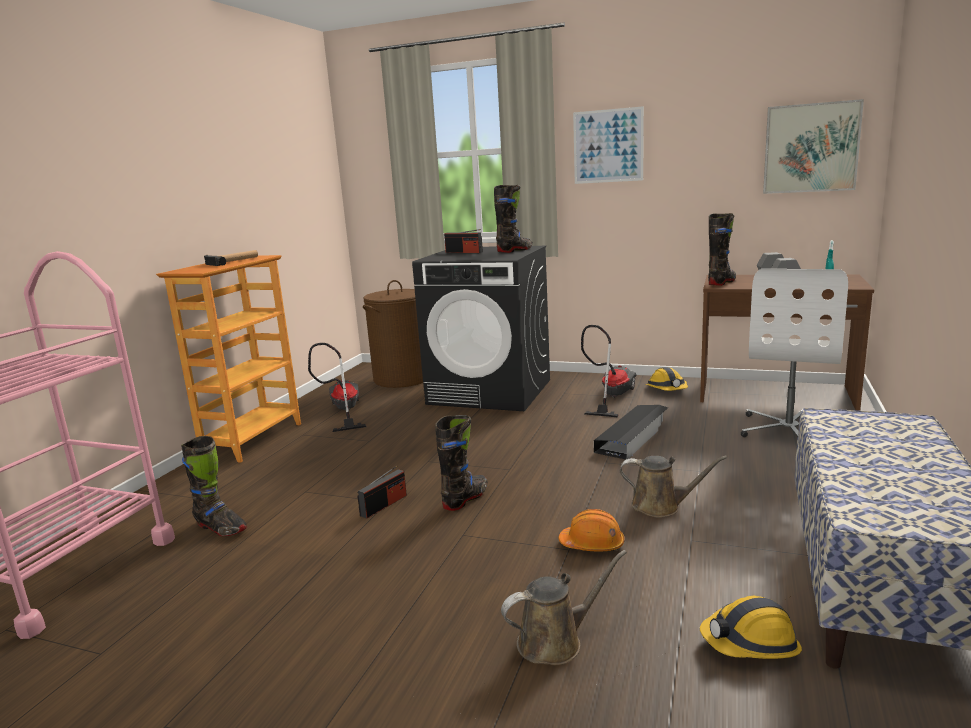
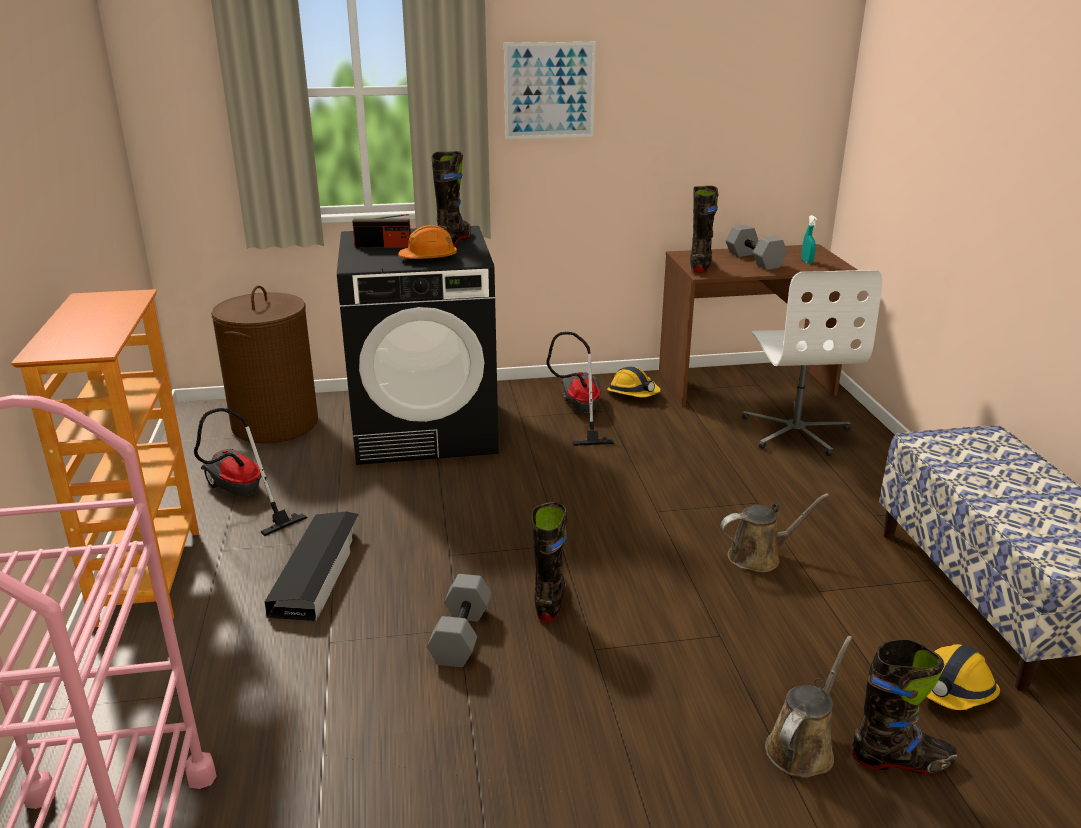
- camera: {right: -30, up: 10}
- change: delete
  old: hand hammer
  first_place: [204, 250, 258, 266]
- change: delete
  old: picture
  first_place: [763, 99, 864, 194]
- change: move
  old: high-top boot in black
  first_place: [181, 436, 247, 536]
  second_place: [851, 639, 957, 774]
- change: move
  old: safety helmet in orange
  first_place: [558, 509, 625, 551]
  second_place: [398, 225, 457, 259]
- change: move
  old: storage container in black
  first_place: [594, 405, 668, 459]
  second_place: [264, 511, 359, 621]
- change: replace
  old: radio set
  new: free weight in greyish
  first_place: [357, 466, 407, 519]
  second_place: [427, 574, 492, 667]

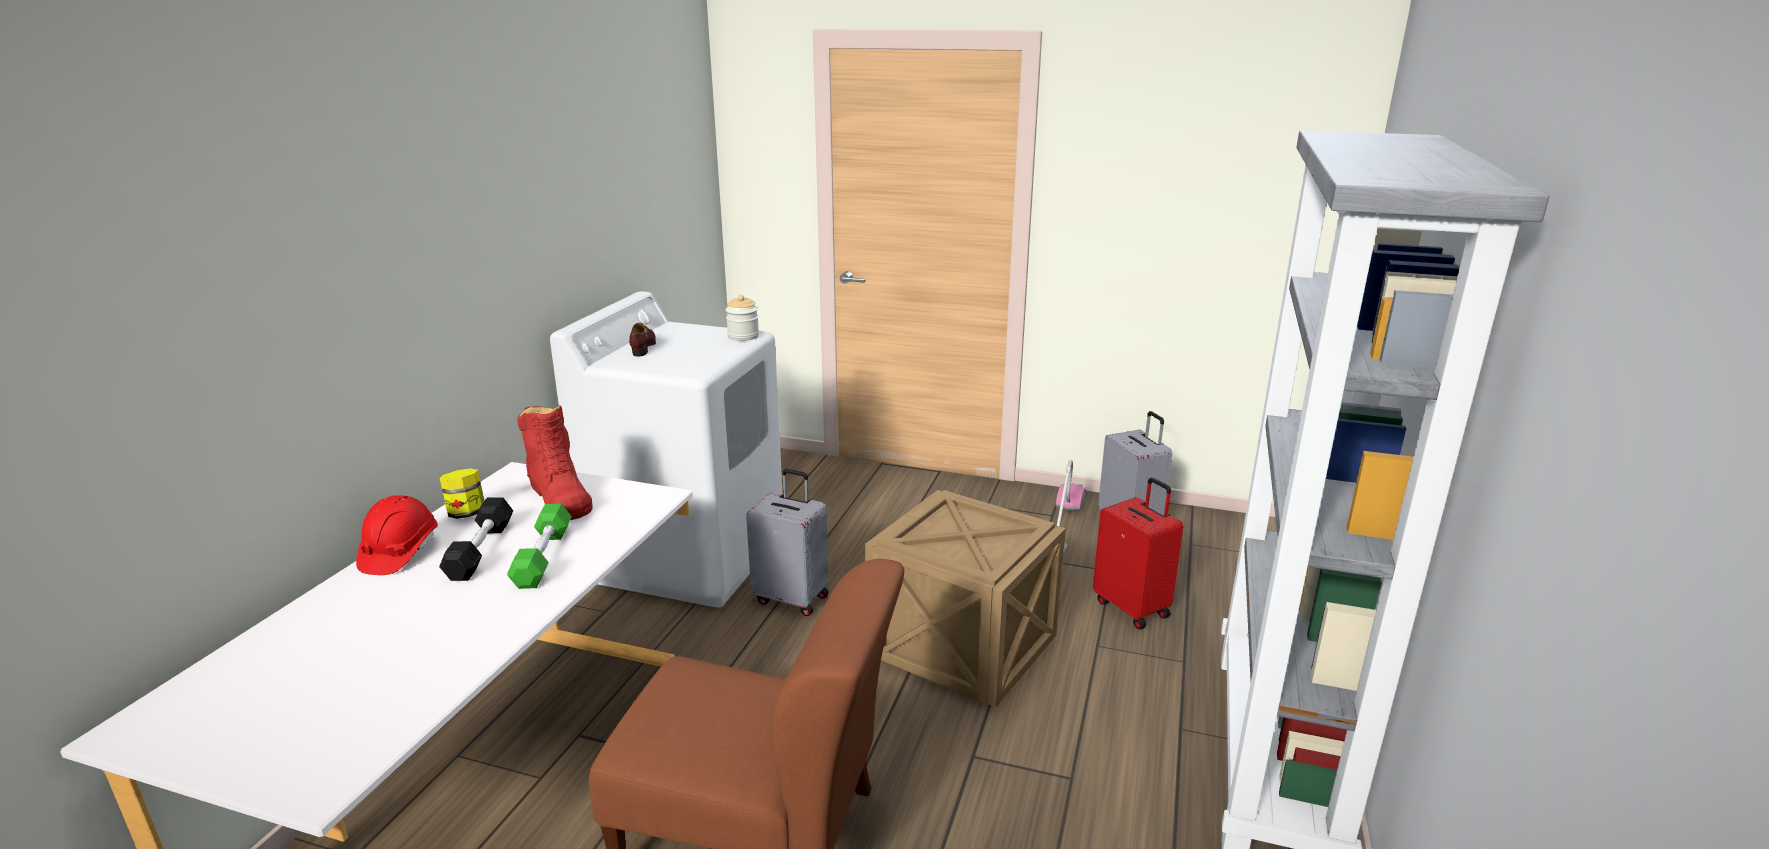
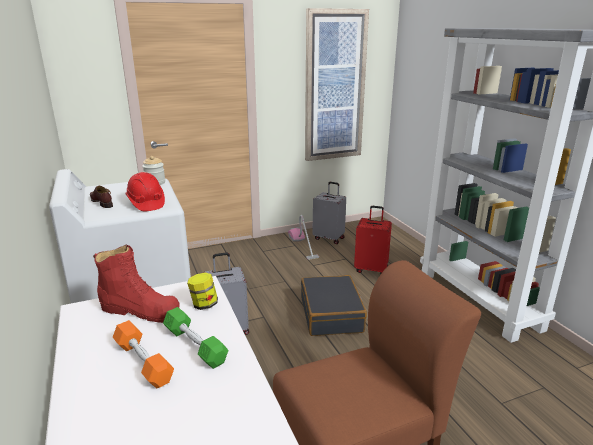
- camera: {right: -40, up: 0}
- change: insert
  new: picture
  second_place: [305, 8, 369, 161]
- change: move
  old: safety helmet in red
  first_place: [356, 495, 438, 575]
  second_place: [125, 172, 165, 211]
- change: move
  old: preserve jar
  first_place: [440, 468, 485, 519]
  second_place: [187, 273, 218, 310]
- change: replace
  old: crate
  new: travel case in black
  first_place: [865, 490, 1066, 707]
  second_place: [301, 275, 367, 336]
- change: recolor
  old: free weight in black
  new: free weight in orange
  first_place: [439, 497, 513, 581]
  second_place: [113, 320, 174, 388]

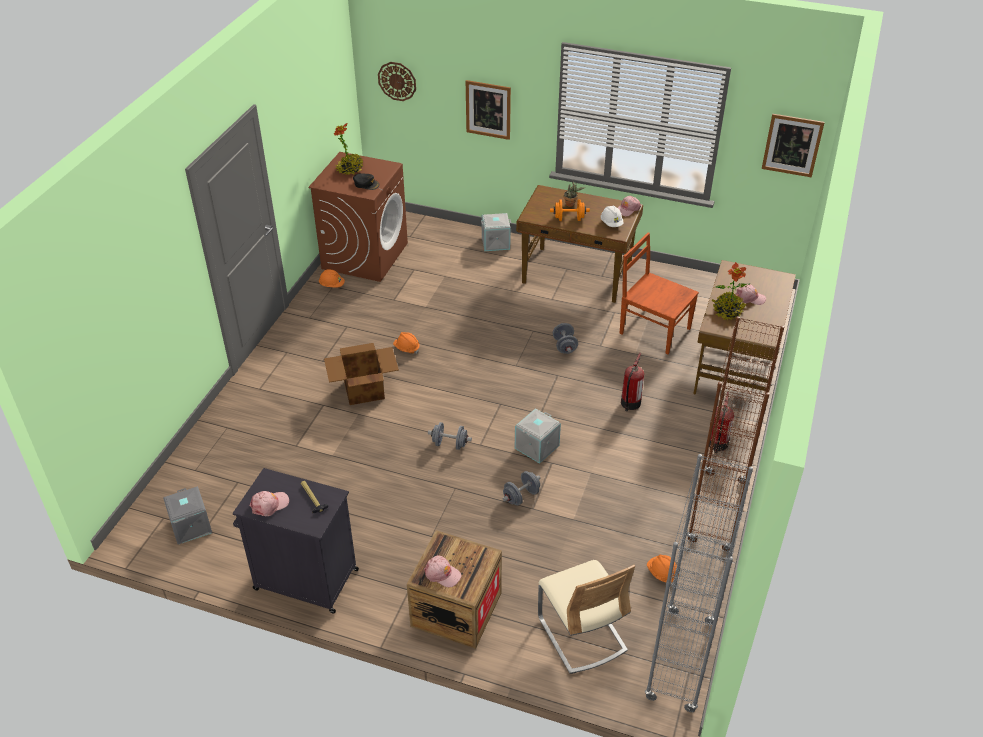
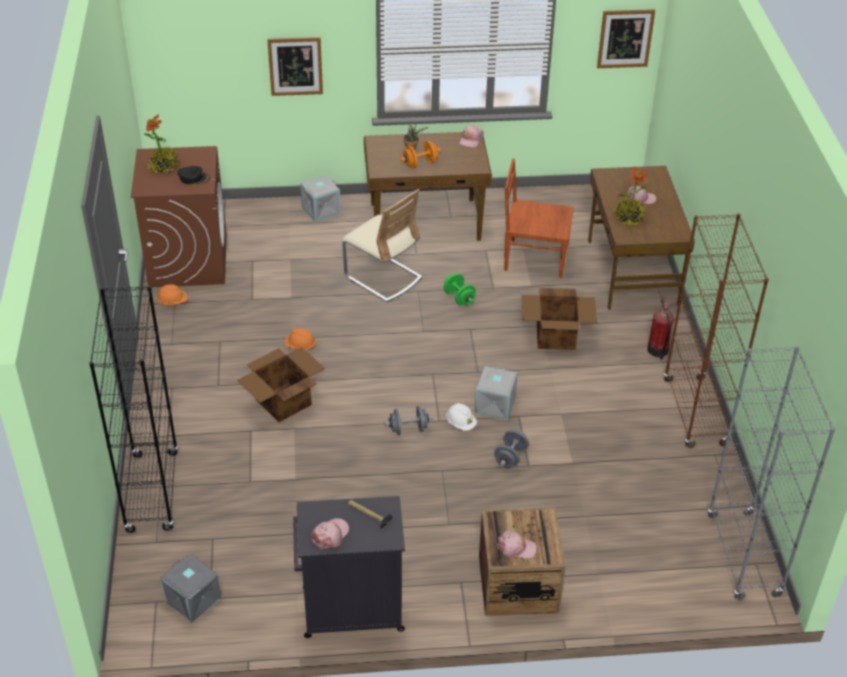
- camera: {right: -25, up: 0}
- change: delete
  old: clock on the wall
  first_place: [378, 62, 416, 101]
- change: delete
  old: safety helmet in orange
  first_place: [647, 555, 679, 583]
- change: insert
  new: bookcase in black
  second_place: [89, 285, 179, 533]
- change: move
  old: plain chair in beige
  first_place: [538, 560, 635, 674]
  second_place: [342, 189, 422, 302]
- change: move
  old: safety helmet in white
  first_place: [601, 205, 624, 227]
  second_place: [446, 403, 477, 431]
- change: replace
  old: fire-fighting cylinder
  new: cardboard box
  first_place: [621, 353, 644, 411]
  second_place: [522, 288, 597, 350]
- change: recolor
  old: free weight in greyish
  new: free weight in greenish
  first_place: [553, 323, 578, 354]
  second_place: [444, 273, 476, 306]

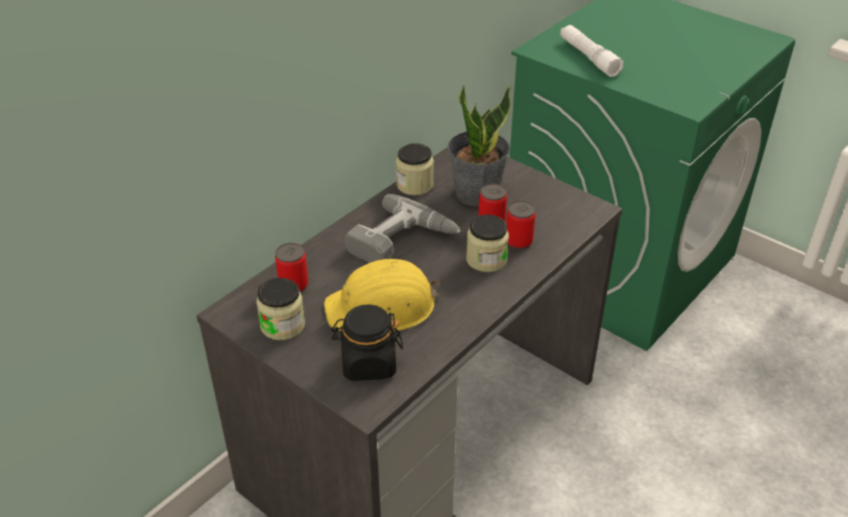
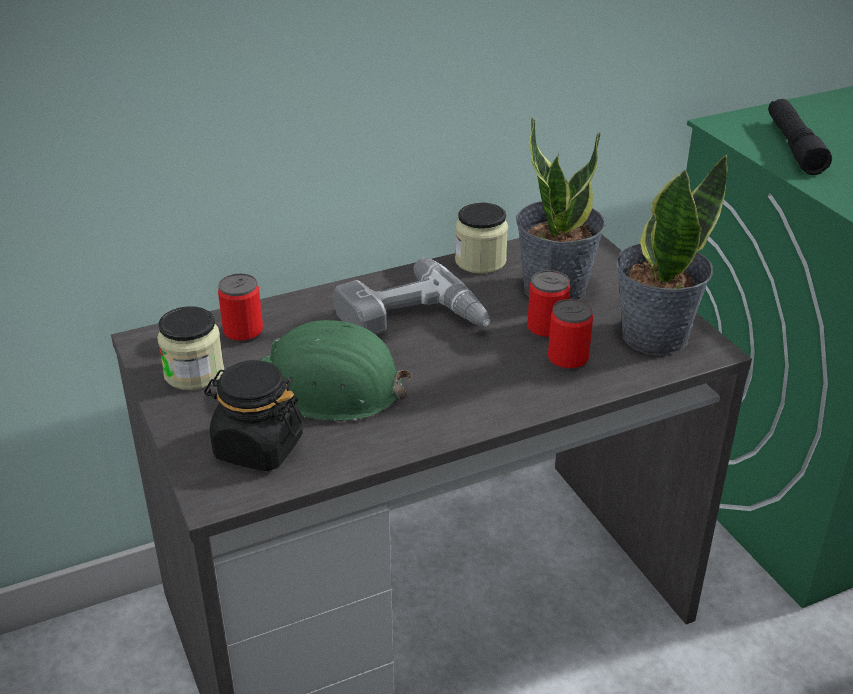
- camera: {right: 25, up: -5}
- change: delete
  old: preserve jar
  first_place: [466, 215, 509, 272]
- change: insert
  new: potted plant
  second_place: [617, 154, 728, 356]
- change: recolor
  old: safety helmet in yellow
  new: safety helmet in greenish
  first_place: [324, 259, 440, 332]
  second_place: [260, 320, 412, 421]
- change: recolor
  old: hand torch in white
  new: hand torch in black
  first_place: [560, 25, 624, 77]
  second_place: [768, 99, 832, 175]

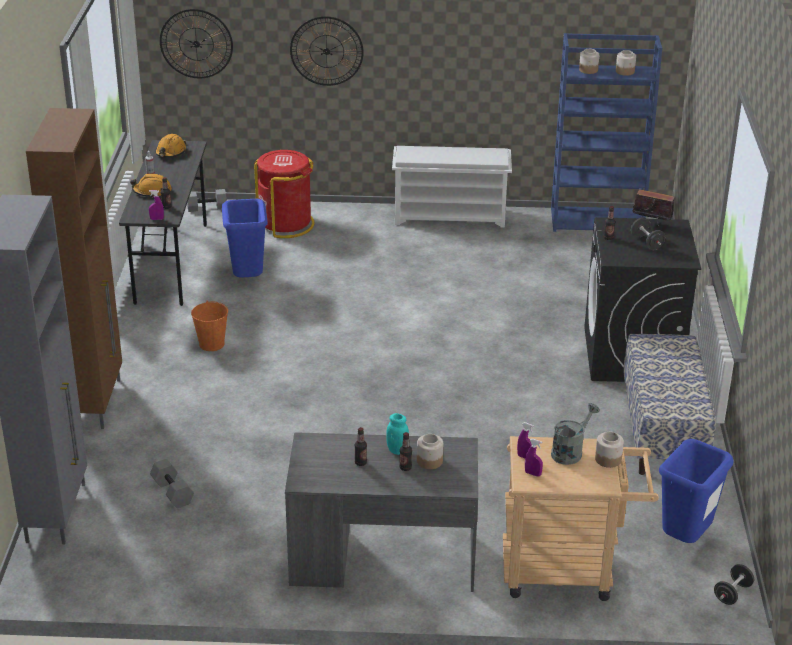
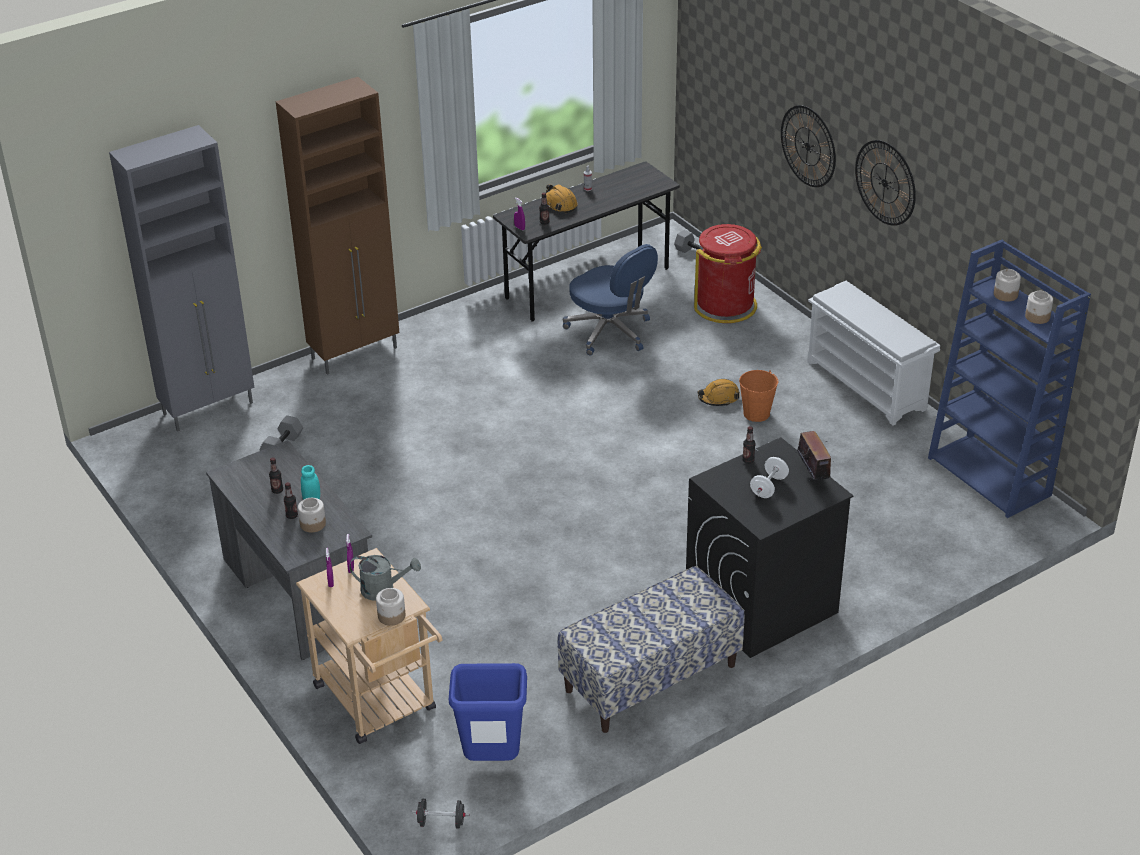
- camera: {right: 55, up: 5}
- change: move
  old: safety helmet in orange
  first_place: [155, 134, 187, 157]
  second_place: [697, 379, 740, 406]
- change: move
  old: clock on the wall
  first_place: [160, 9, 233, 78]
  second_place: [855, 140, 916, 226]
- change: move
  old: water bucket in orange
  first_place: [191, 301, 228, 351]
  second_place: [739, 370, 778, 422]
- change: replace
  old: rubbish bin in blue-coloured
  new: office chair in blue-coloured
  first_place: [222, 199, 268, 277]
  second_place: [563, 244, 658, 355]
- change: recolor
  old: free weight in black
  new: free weight in white
  first_place: [631, 217, 665, 250]
  second_place: [750, 457, 789, 498]

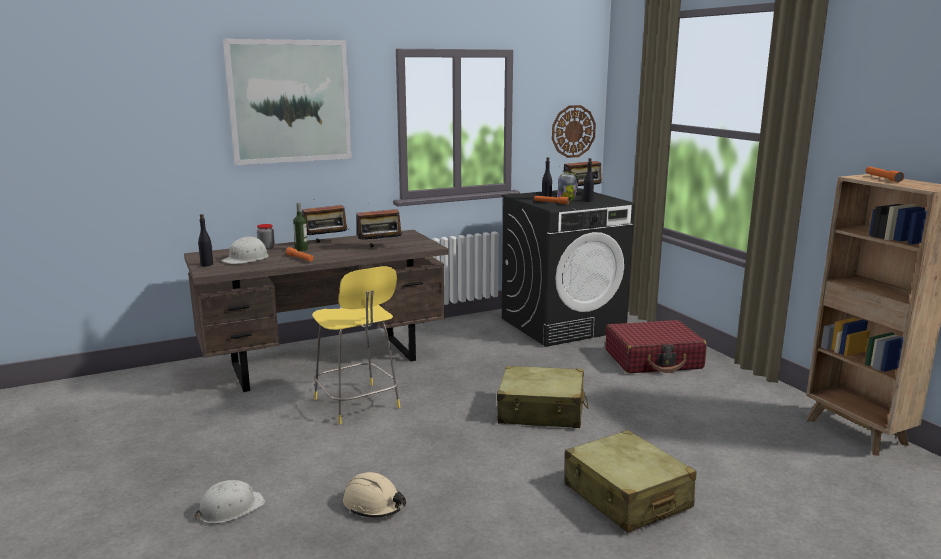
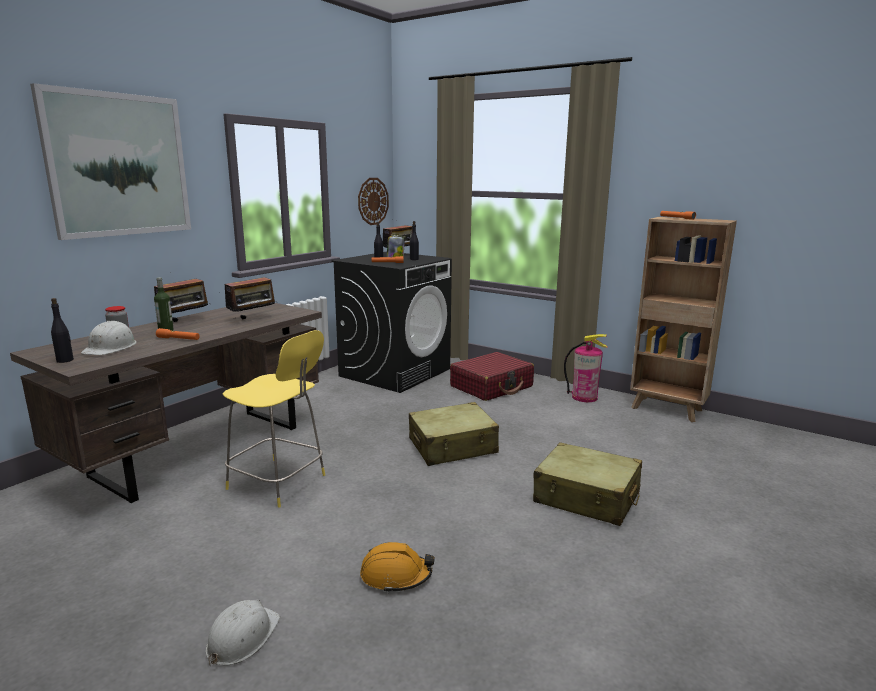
- camera: {right: -30, up: 0}
- change: insert
  new: fire-fighting cylinder
  second_place: [564, 334, 608, 402]
- change: recolor
  old: safety helmet in beige
  new: safety helmet in orange
  first_place: [343, 472, 406, 518]
  second_place: [360, 542, 435, 594]

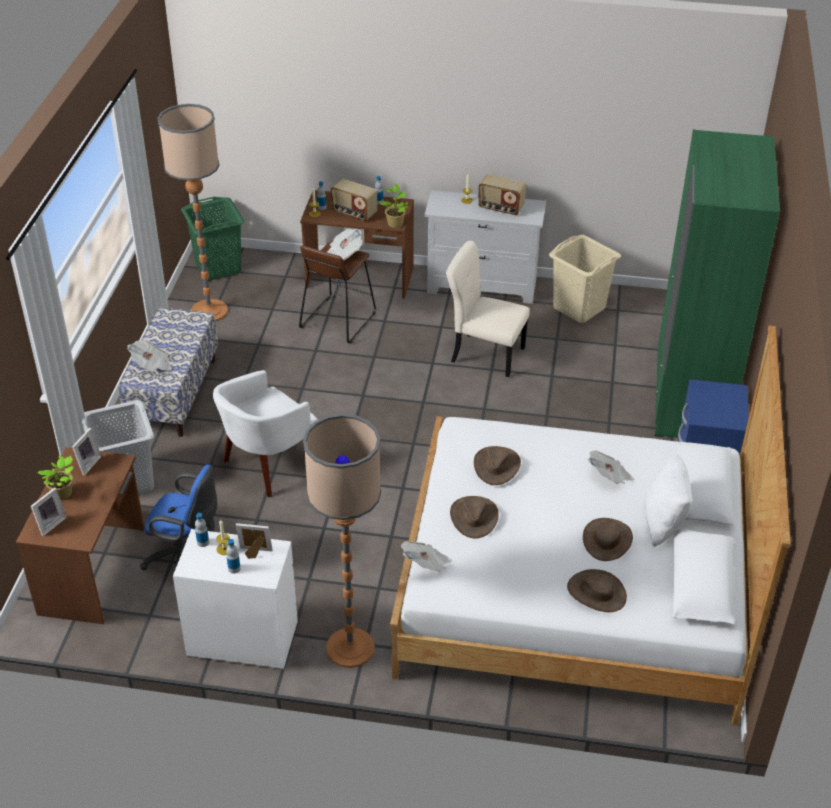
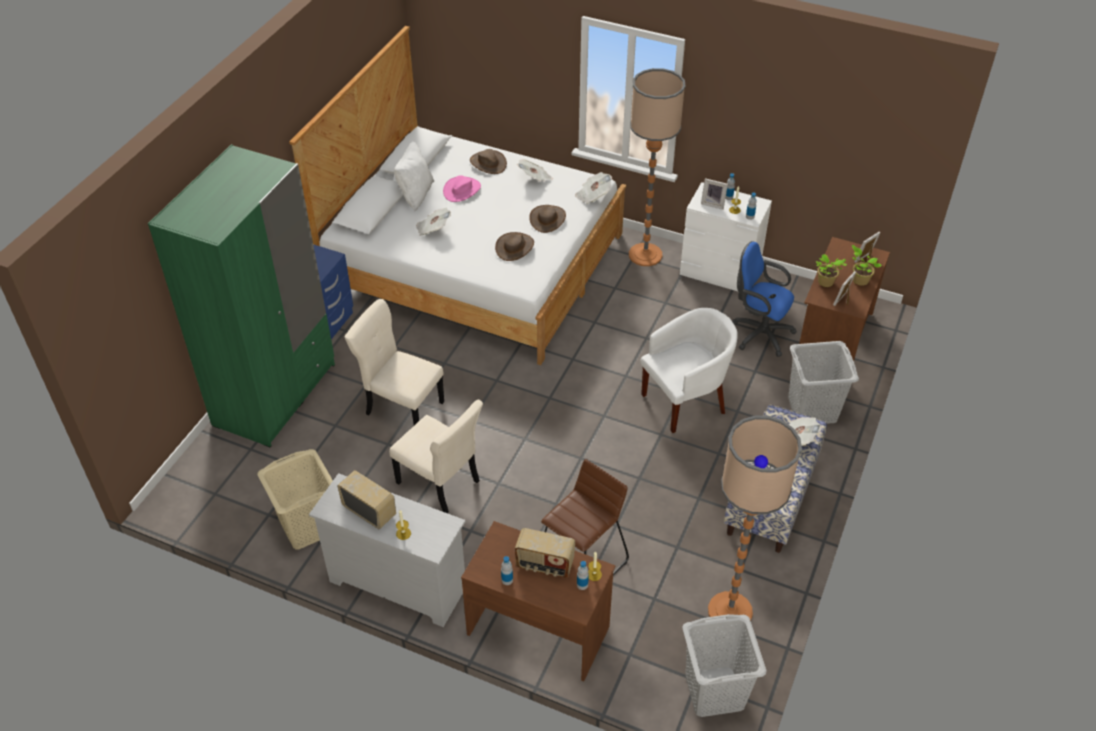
- camera: {right: -165, up: 5}
- change: insert
  new: plain chair in beige
  second_place: [345, 299, 444, 425]
- change: move
  old: newspaper
  first_place: [327, 228, 363, 261]
  second_place: [517, 159, 553, 181]
- change: move
  old: potted plant
  first_place: [379, 184, 409, 228]
  second_place: [816, 254, 847, 287]
- change: recolor
  old: washing basket in greenish
  new: washing basket in greyish
  first_place: [181, 197, 244, 281]
  second_place: [682, 614, 766, 717]
- change: recolor
  old: hat in brown
  new: hat in pink-coloured
  first_place: [583, 518, 633, 561]
  second_place: [443, 175, 481, 202]
- change: rotate
  old: radio set
  first_place: [330, 179, 377, 221]
  second_place: [515, 528, 575, 578]
  degrees: 150

